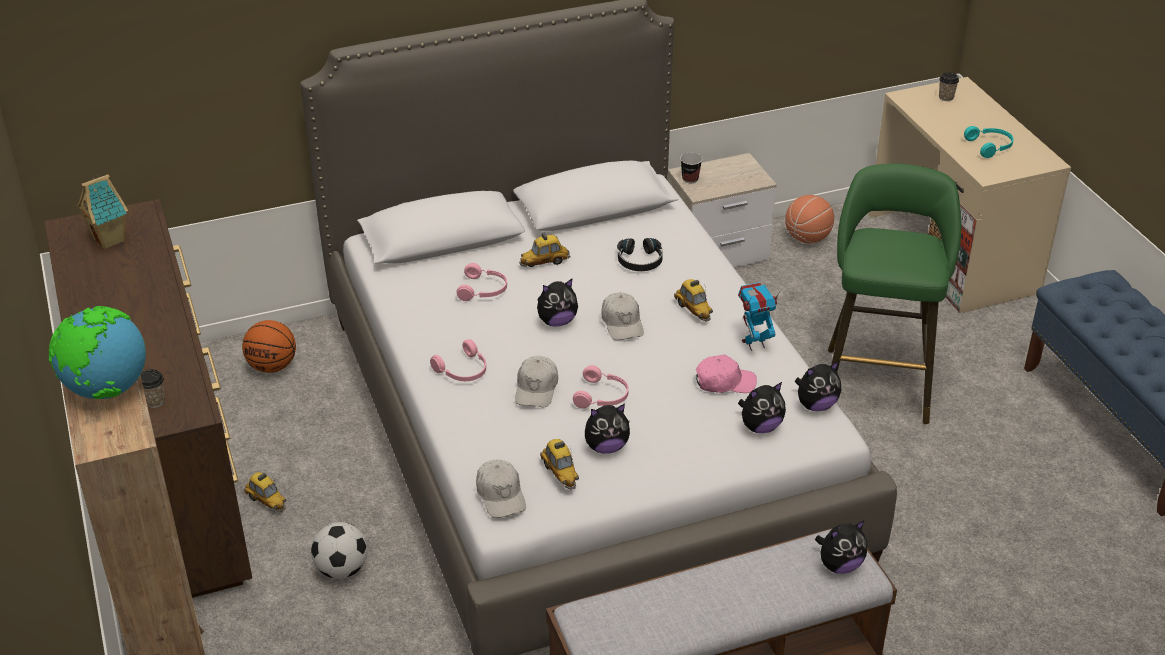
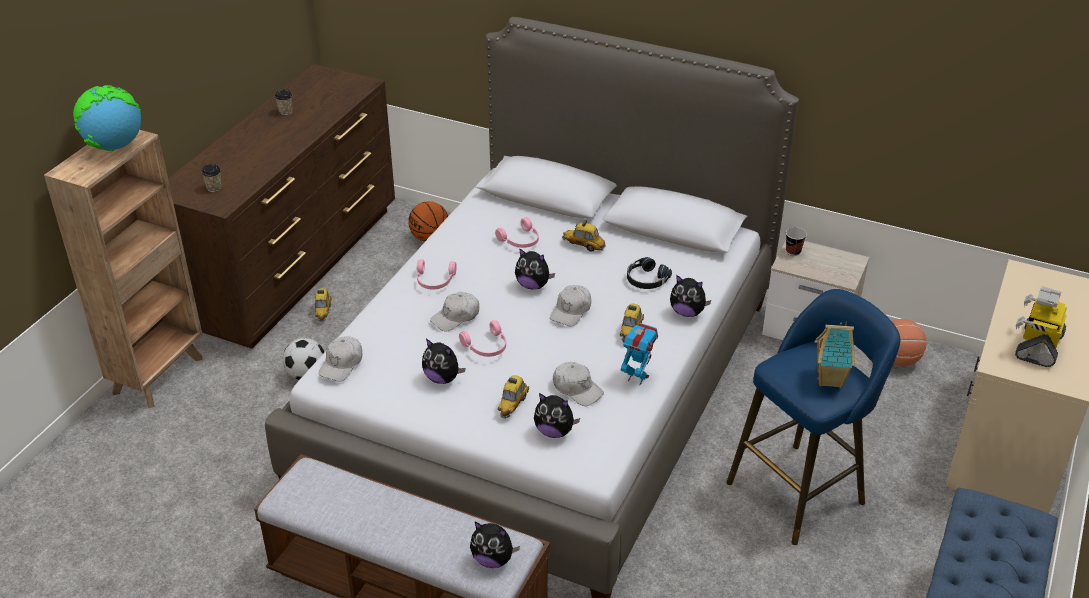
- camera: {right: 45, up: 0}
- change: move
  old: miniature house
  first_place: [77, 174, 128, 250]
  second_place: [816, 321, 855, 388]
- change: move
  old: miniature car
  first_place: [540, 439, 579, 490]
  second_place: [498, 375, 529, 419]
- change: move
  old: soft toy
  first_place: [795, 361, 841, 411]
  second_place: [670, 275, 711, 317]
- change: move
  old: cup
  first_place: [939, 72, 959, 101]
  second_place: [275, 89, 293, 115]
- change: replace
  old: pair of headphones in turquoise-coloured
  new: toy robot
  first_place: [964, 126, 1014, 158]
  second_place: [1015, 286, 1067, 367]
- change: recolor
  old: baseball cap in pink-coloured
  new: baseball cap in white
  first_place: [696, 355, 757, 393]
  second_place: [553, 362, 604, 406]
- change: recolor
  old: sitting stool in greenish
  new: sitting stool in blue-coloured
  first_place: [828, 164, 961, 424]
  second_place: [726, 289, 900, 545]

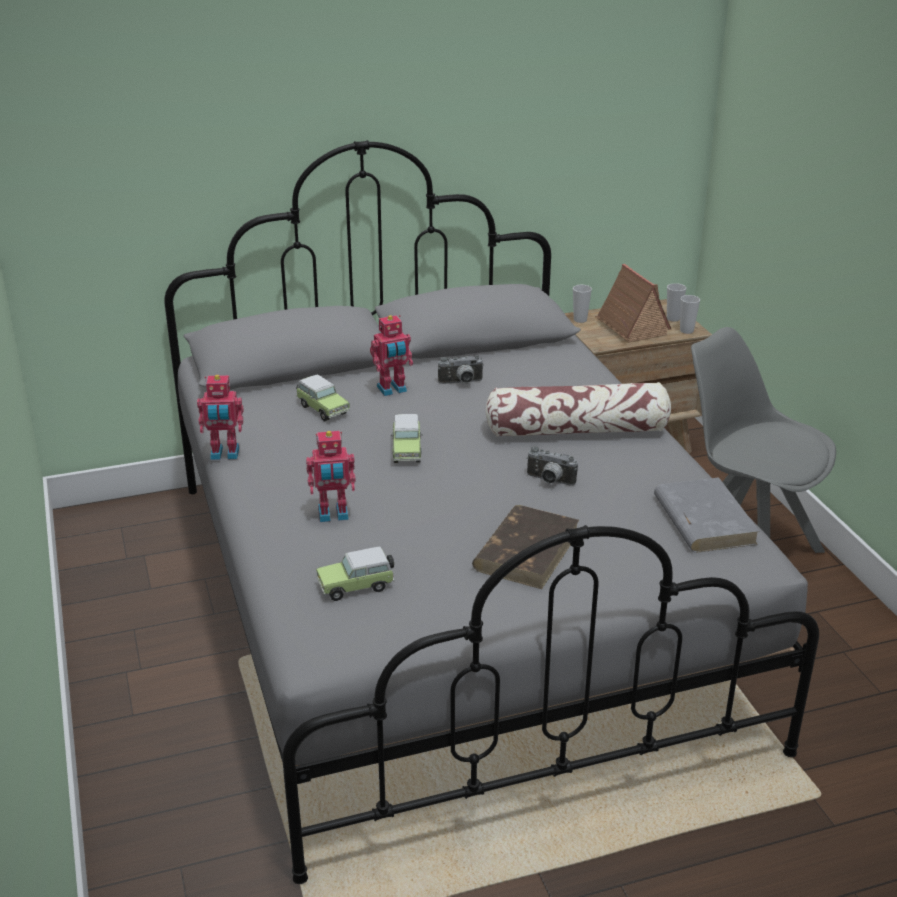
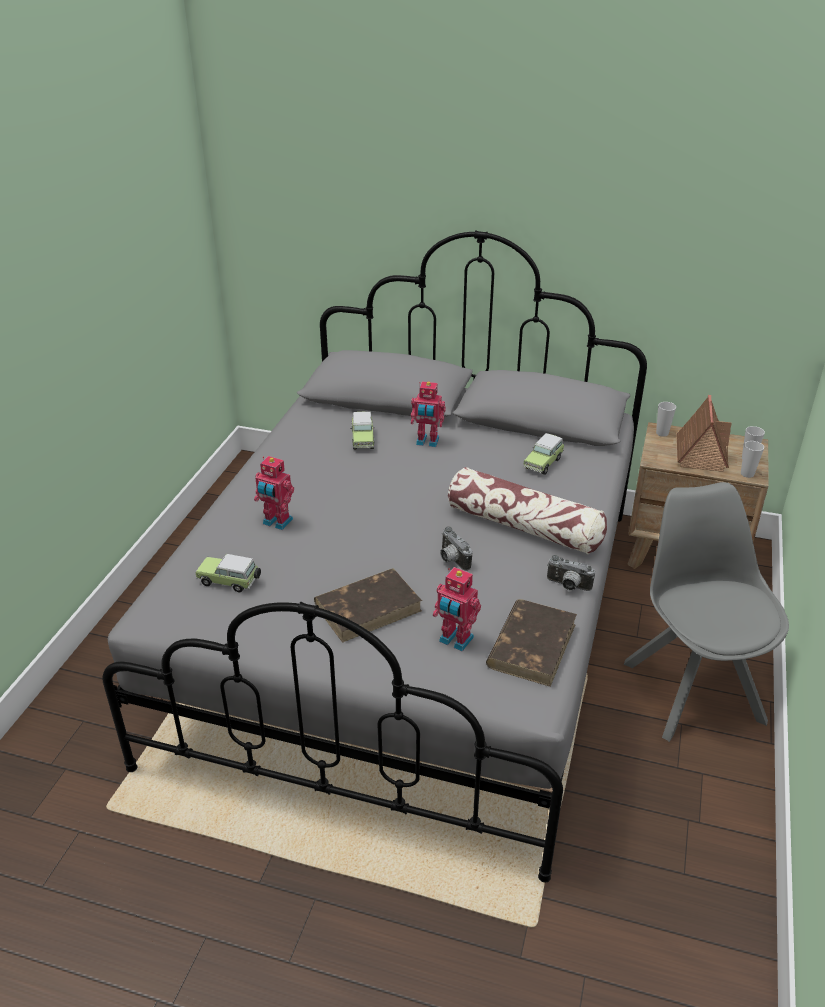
- camera: {right: 35, up: 5}
- change: move
  old: toy robot
  first_place: [197, 375, 243, 460]
  second_place: [433, 567, 481, 651]
- change: move
  old: miniature car
  first_place: [391, 414, 423, 463]
  second_place: [523, 433, 564, 475]
- change: move
  old: photo camera
  first_place: [438, 356, 484, 384]
  second_place: [547, 555, 595, 591]
- change: recolor
  old: book in greyish
  new: book in brown
  first_place: [654, 477, 760, 553]
  second_place: [486, 599, 577, 687]

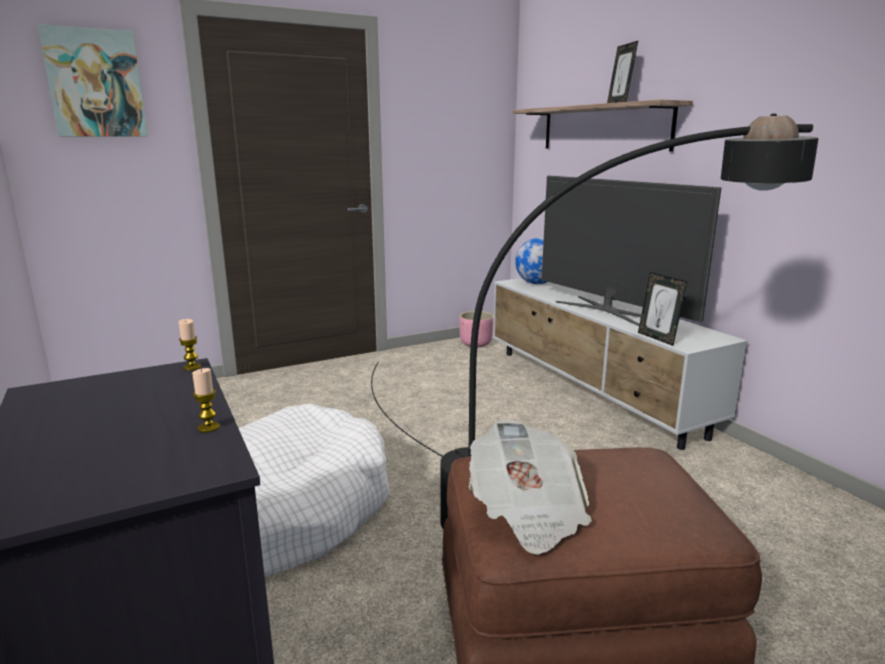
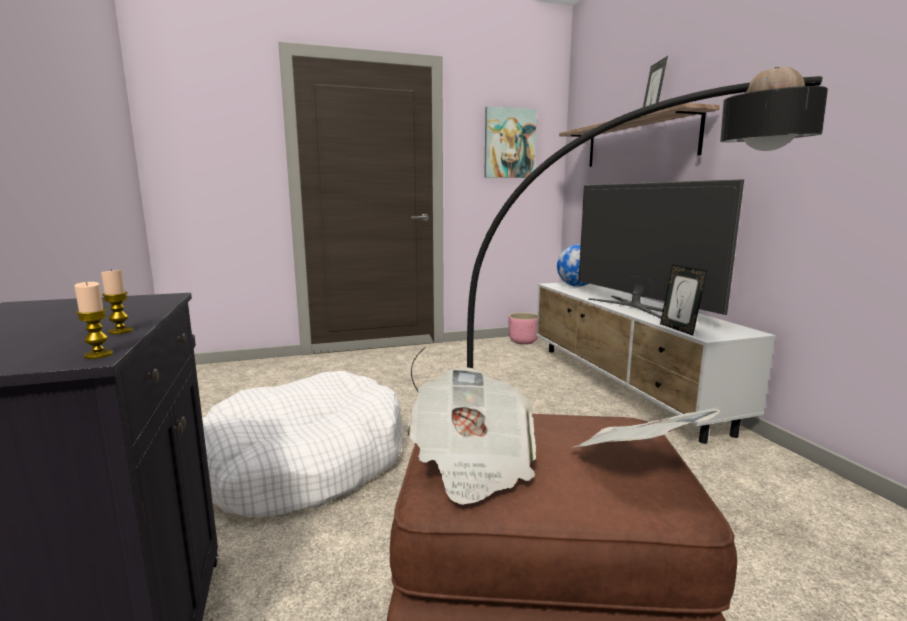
- camera: {right: 10, up: -5}
- change: insert
  new: newspaper
  second_place: [571, 407, 720, 448]
- change: move
  old: picture
  first_place: [38, 24, 148, 136]
  second_place: [484, 106, 537, 178]
- change: move
  old: wax light
  first_place: [179, 319, 201, 371]
  second_place: [74, 282, 113, 359]

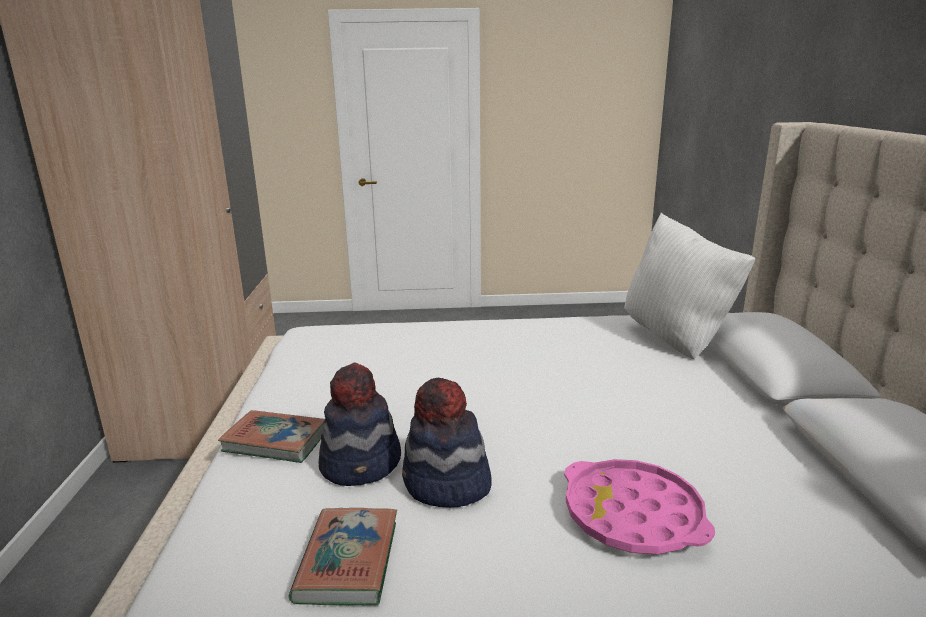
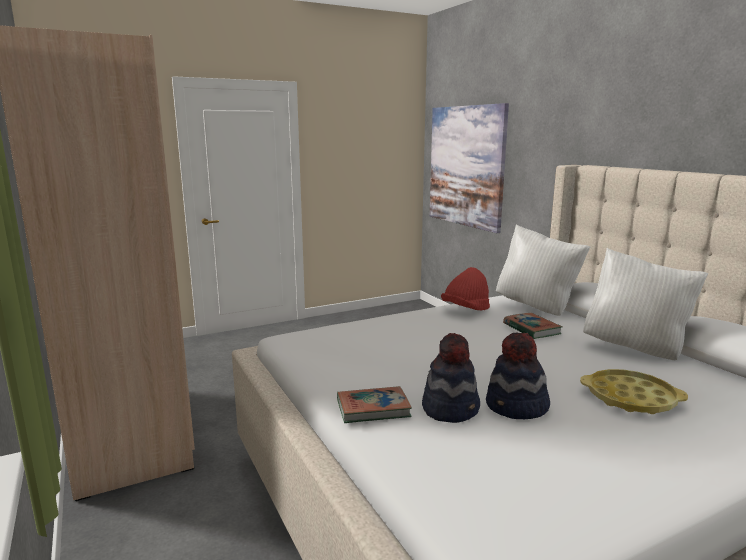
- camera: {right: -25, up: -5}
- change: insert
  new: picture
  second_place: [430, 103, 509, 233]
- change: insert
  new: hat in red
  second_place: [441, 267, 490, 310]
- change: insert
  new: pillow in white
  second_place: [583, 248, 708, 360]
- change: move
  old: book
  first_place: [289, 508, 397, 606]
  second_place: [503, 313, 563, 339]
- change: recolor
  old: serving tray in pink-coloured
  new: serving tray in yellow
  first_place: [564, 459, 715, 554]
  second_place: [580, 369, 688, 414]

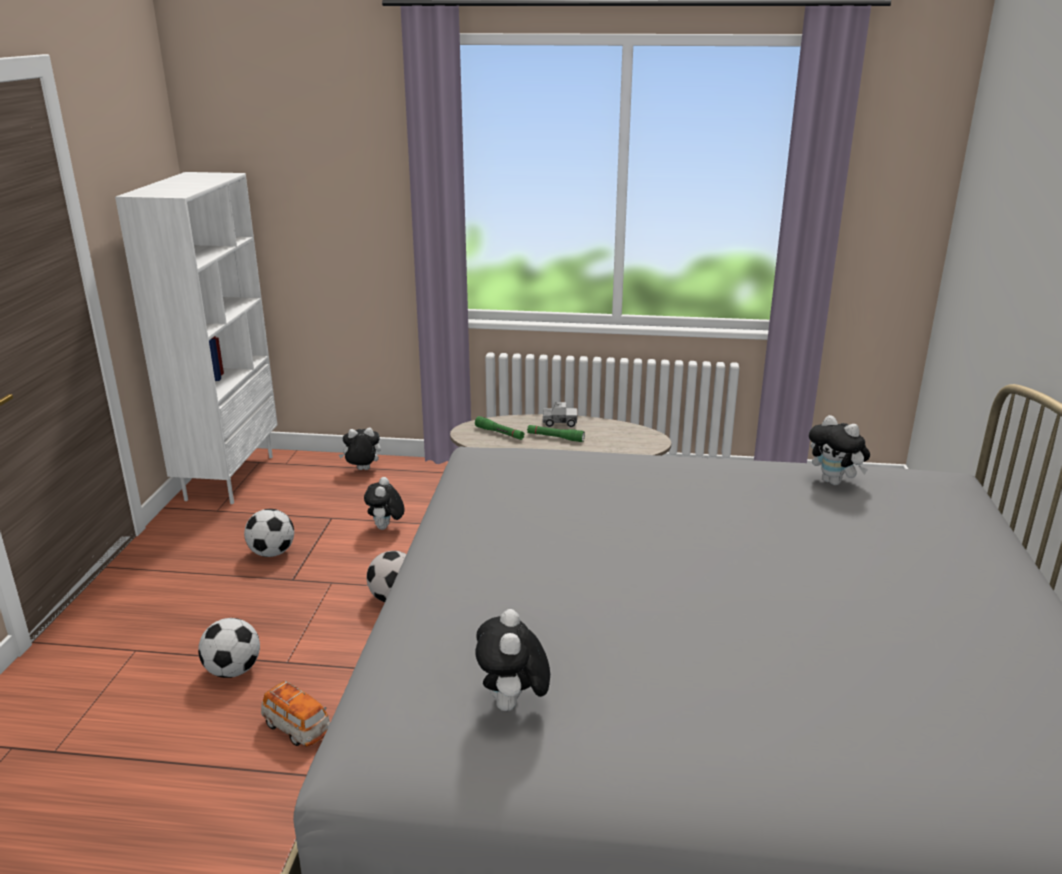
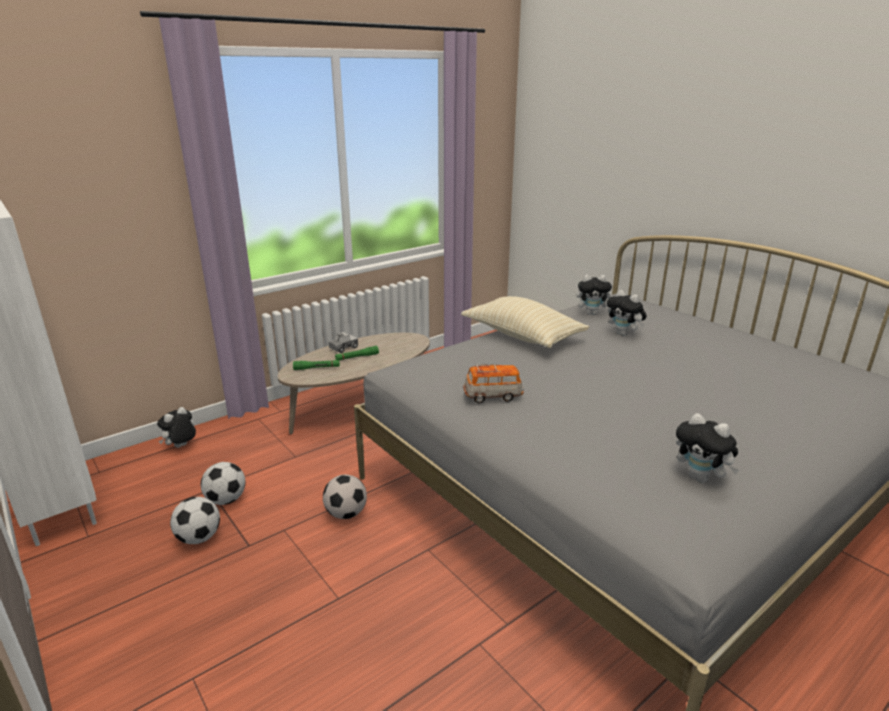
- camera: {right: -45, up: 0}
- change: insert
  new: pillow in beige
  second_place: [461, 296, 589, 348]
- change: move
  old: football
  first_place: [198, 618, 260, 678]
  second_place: [201, 462, 246, 505]
- change: move
  old: miniature car
  first_place: [261, 681, 330, 747]
  second_place: [463, 364, 524, 403]
- change: move
  old: soft toy
  first_place: [364, 477, 405, 530]
  second_place: [607, 290, 647, 336]

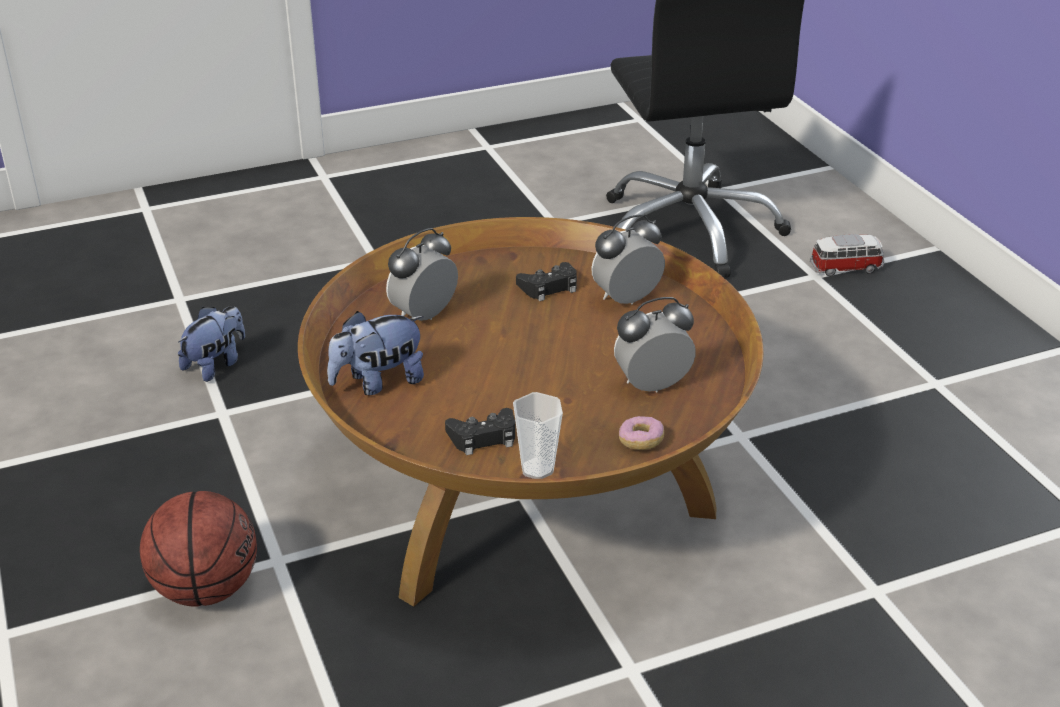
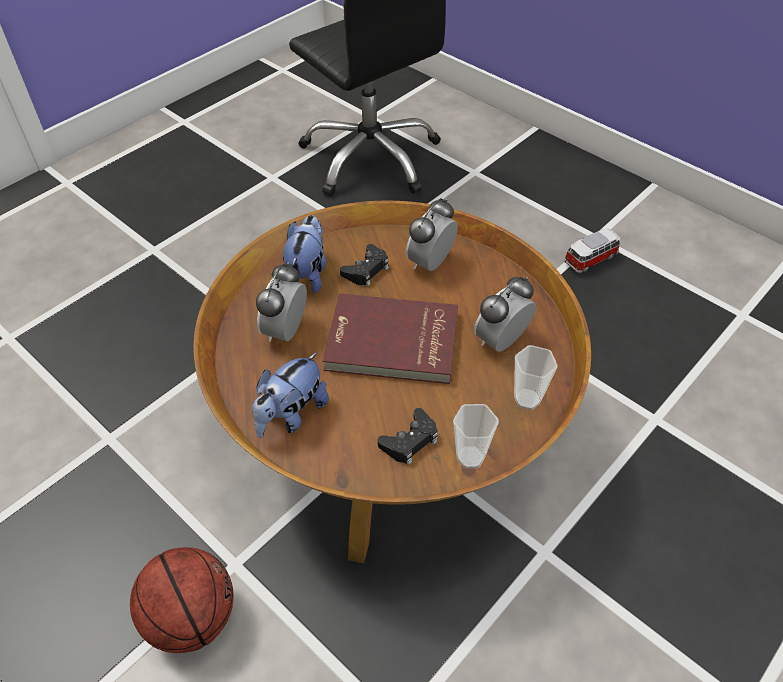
- camera: {right: -25, up: 15}
- change: insert
  new: book in red
  second_place: [323, 294, 458, 384]
- change: move
  old: soft toy
  first_place: [178, 306, 245, 382]
  second_place: [283, 215, 326, 293]
- change: move
  old: miniature car
  first_place: [810, 234, 884, 276]
  second_place: [564, 228, 620, 273]
- change: replace
  old: donut
  new: cup
  first_place: [619, 416, 664, 450]
  second_place: [514, 345, 558, 410]

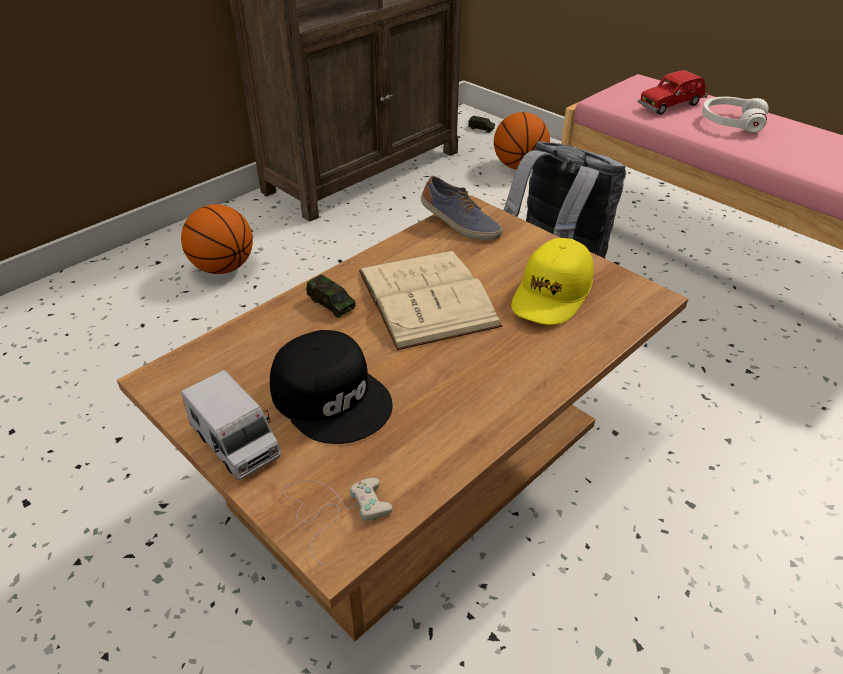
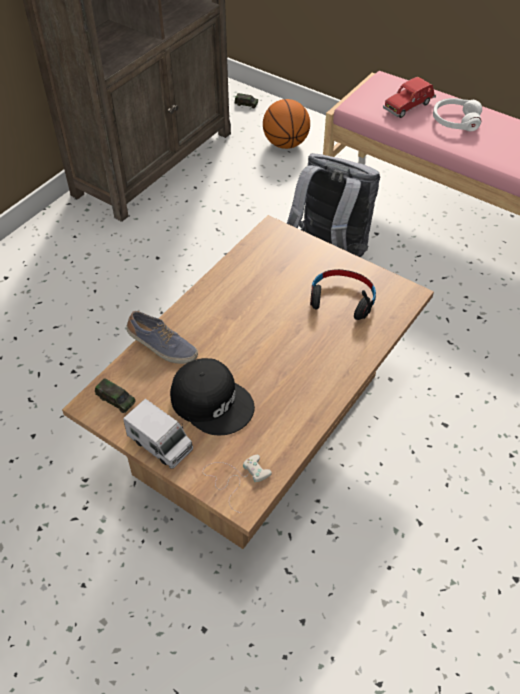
- camera: {right: -10, up: 10}
- change: delete
  old: basketball
  first_place: [181, 204, 253, 274]
- change: delete
  old: book in beige
  first_place: [359, 251, 502, 350]
- change: move
  old: miniature car
  first_place: [306, 275, 356, 318]
  second_place: [95, 378, 136, 413]
- change: move
  old: low shoe
  first_place: [421, 176, 503, 240]
  second_place: [126, 311, 198, 364]
- change: replace
  old: baseball cap in yellow
  new: pair of headphones in black
  first_place: [511, 238, 594, 325]
  second_place: [310, 269, 376, 320]

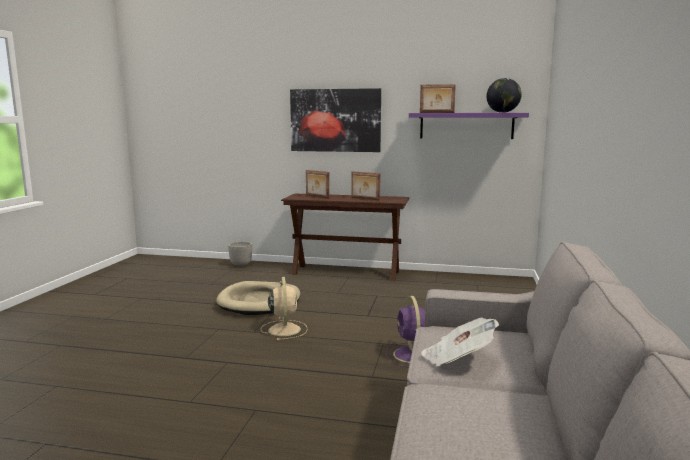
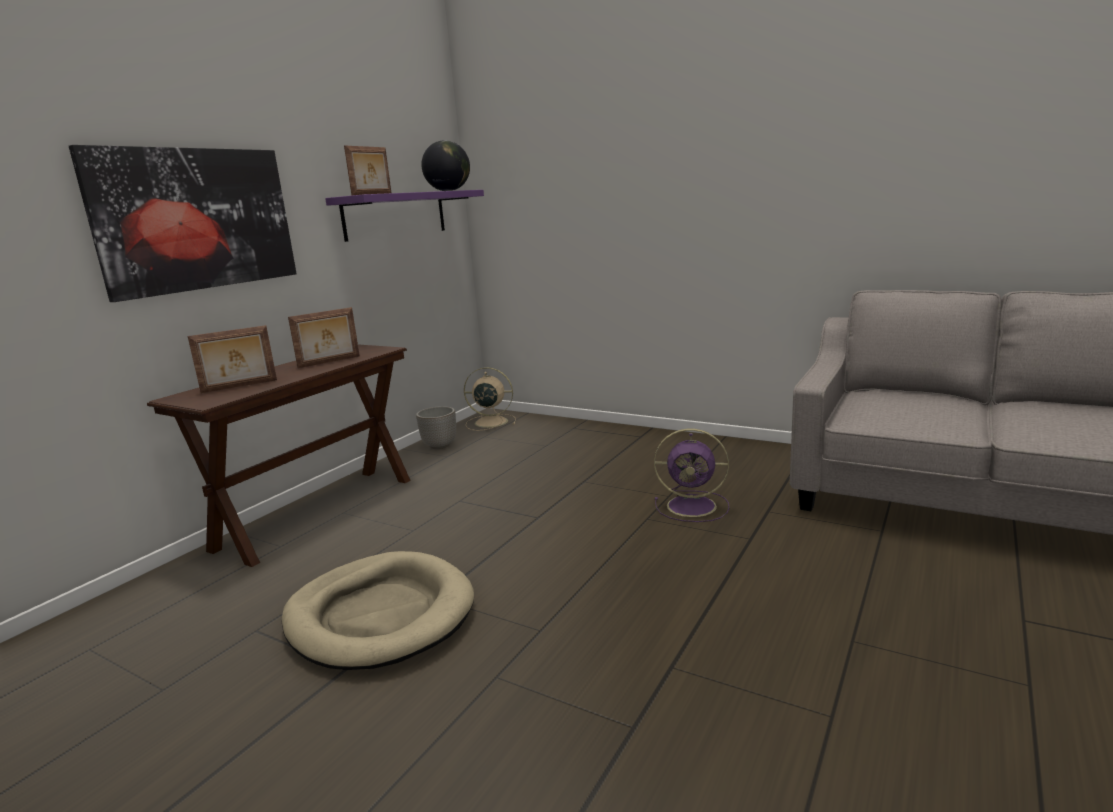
- camera: {right: -70, up: 5}
- change: delete
  old: newspaper
  first_place: [421, 317, 499, 367]
- change: move
  old: flower pot
  first_place: [228, 241, 252, 267]
  second_place: [416, 406, 456, 449]
- change: move
  old: electric fan in beige
  first_place: [261, 277, 308, 340]
  second_place: [464, 367, 516, 431]

